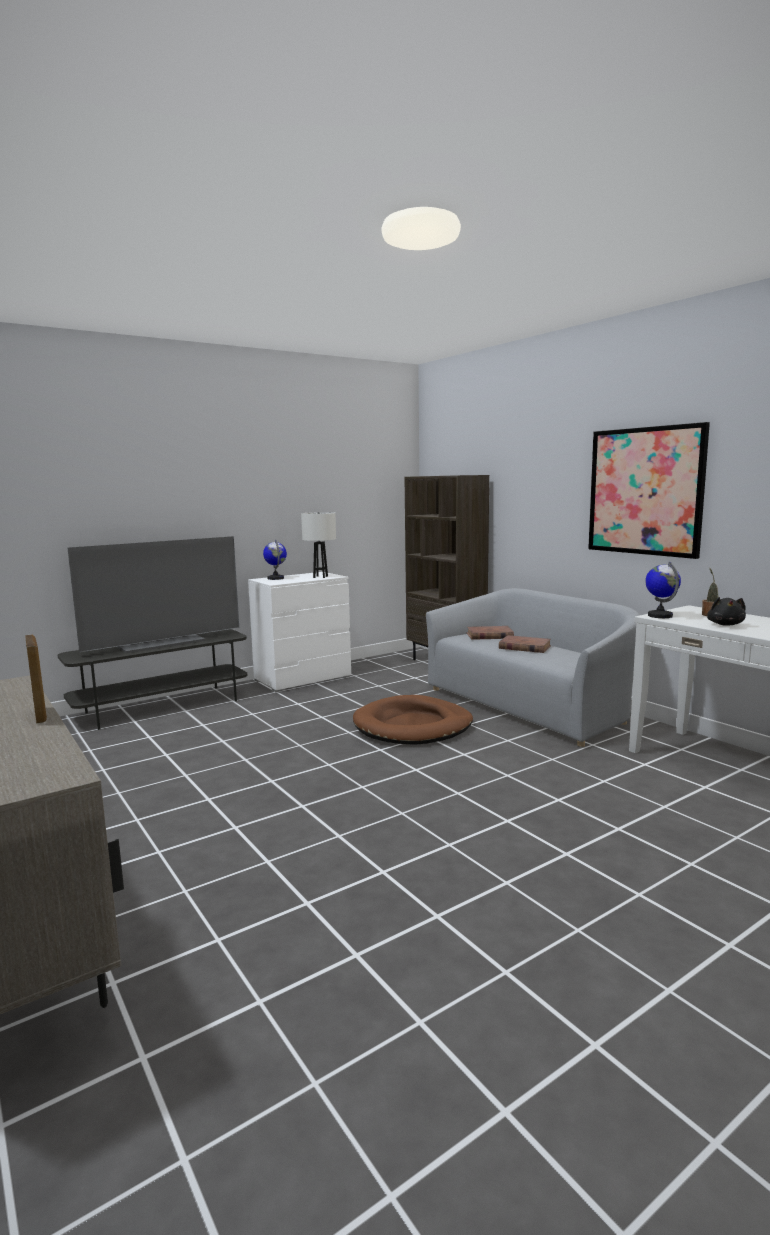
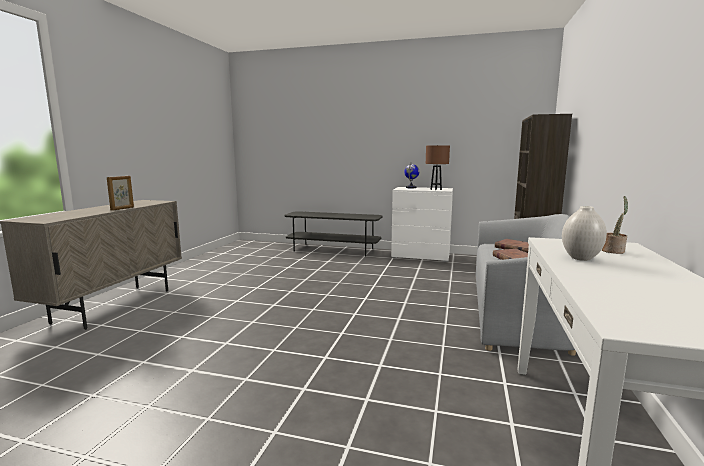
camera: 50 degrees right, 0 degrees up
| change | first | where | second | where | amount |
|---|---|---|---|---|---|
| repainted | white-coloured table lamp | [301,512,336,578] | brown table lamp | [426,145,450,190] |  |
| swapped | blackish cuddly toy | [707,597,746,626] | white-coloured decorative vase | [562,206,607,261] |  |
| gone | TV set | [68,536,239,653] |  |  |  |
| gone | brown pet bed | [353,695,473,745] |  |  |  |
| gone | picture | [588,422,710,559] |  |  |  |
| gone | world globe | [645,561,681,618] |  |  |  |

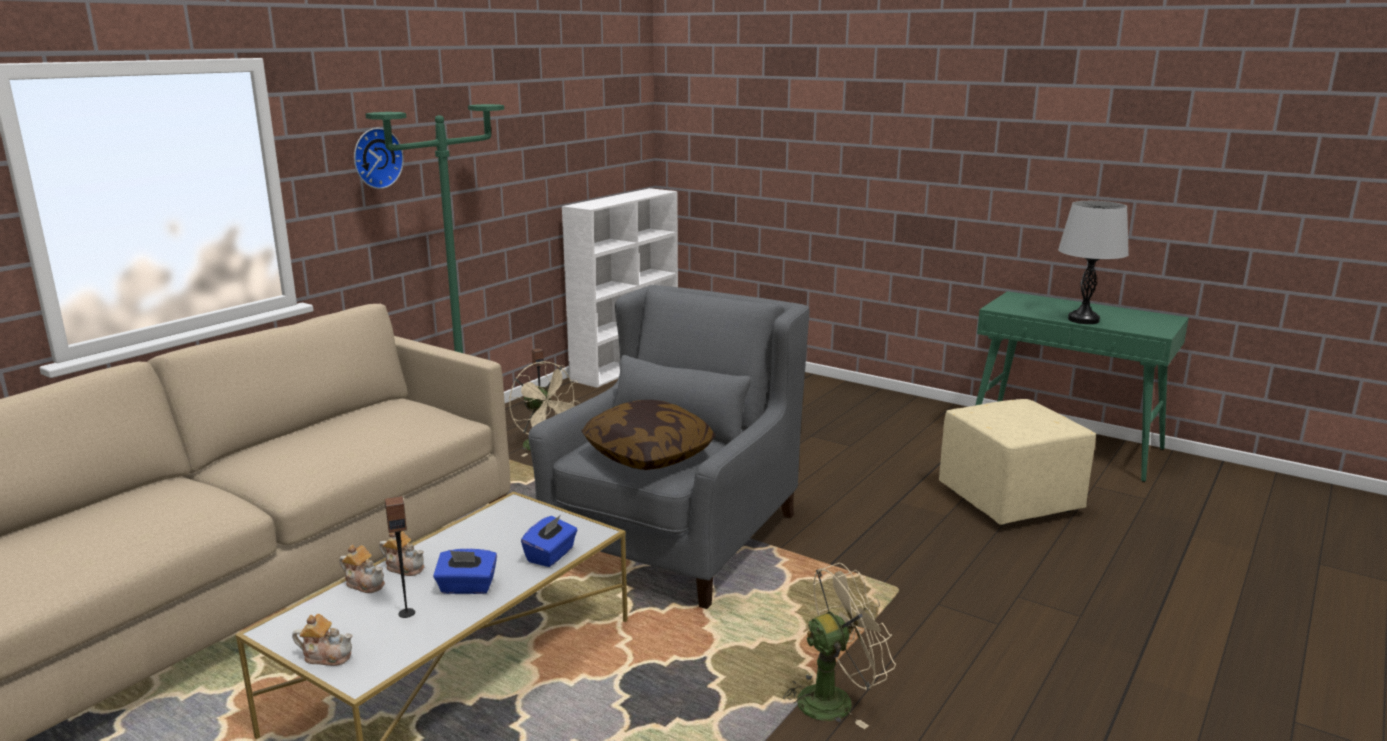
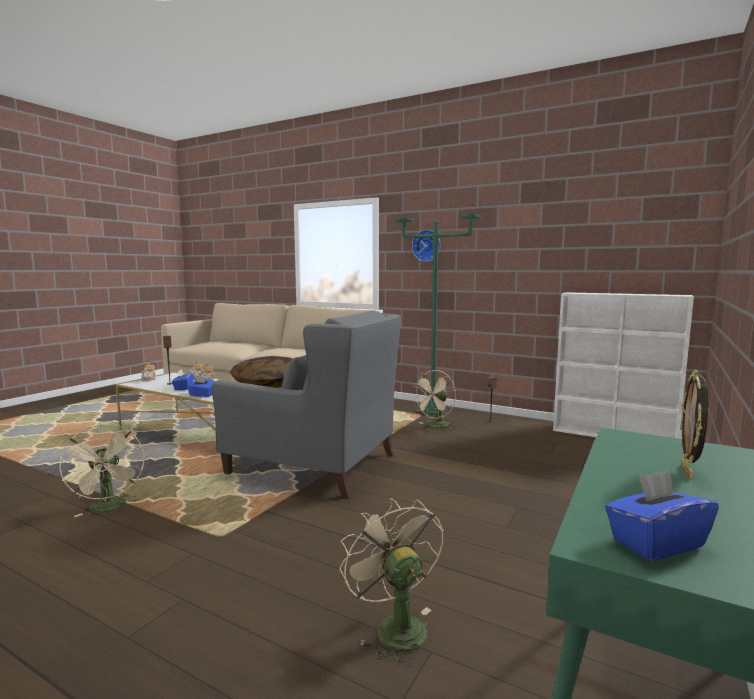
camera: 85 degrees right, 10 degrees down
| change | first | where | second | where | amount |
|---|---|---|---|---|---|
| swapped | beige-coloured pouffe | [939,399,1096,525] | beige-coloured electric fan | [340,498,443,667] |  |
| new |  |  | bluish tissue holder | [605,471,719,561] |  |
| new |  |  | picture frame | [681,370,708,480] |  |
| gone | gray table lamp | [1058,201,1129,324] |  |  |  |

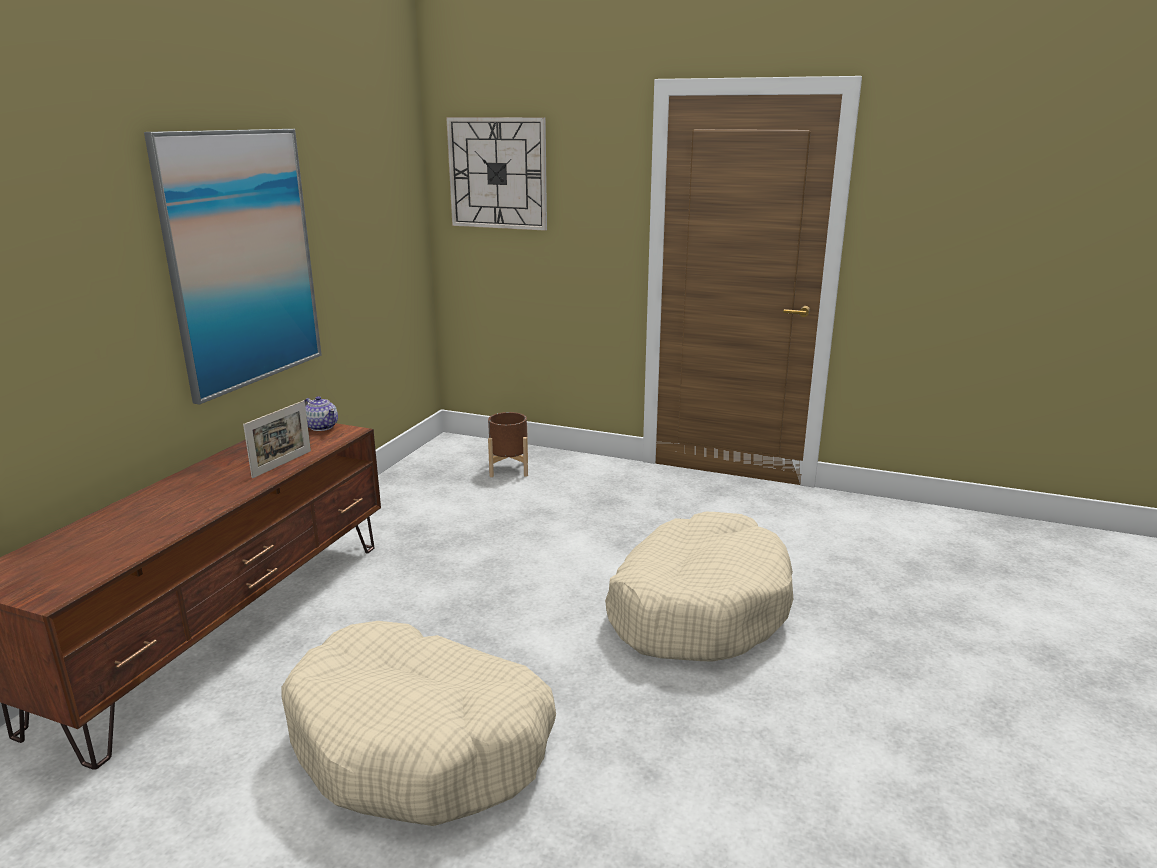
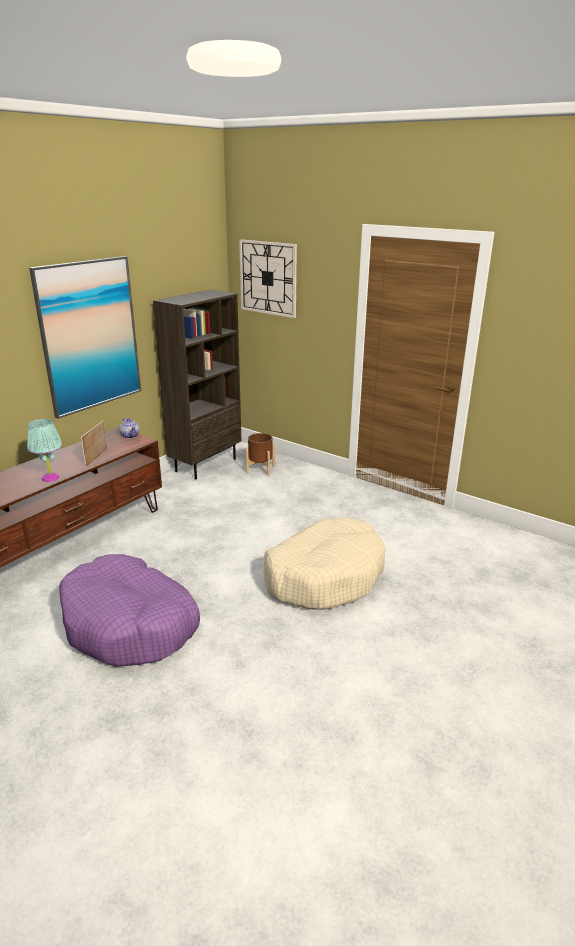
camera: 15 degrees right, 5 degrees up
| change | first | where | second | where | amount |
|---|---|---|---|---|---|
| new |  |  | blue-green table lamp | [27,419,62,482] |  |
| repainted | beige-coloured pet bed | [281,621,556,826] | purplish pet bed | [59,554,200,667] |  |
| rotated | picture frame | [243,400,311,478] |  | [81,420,108,467] | 150 degrees clockwise |
| new |  |  | brown bookcase | [153,289,241,480] |  |

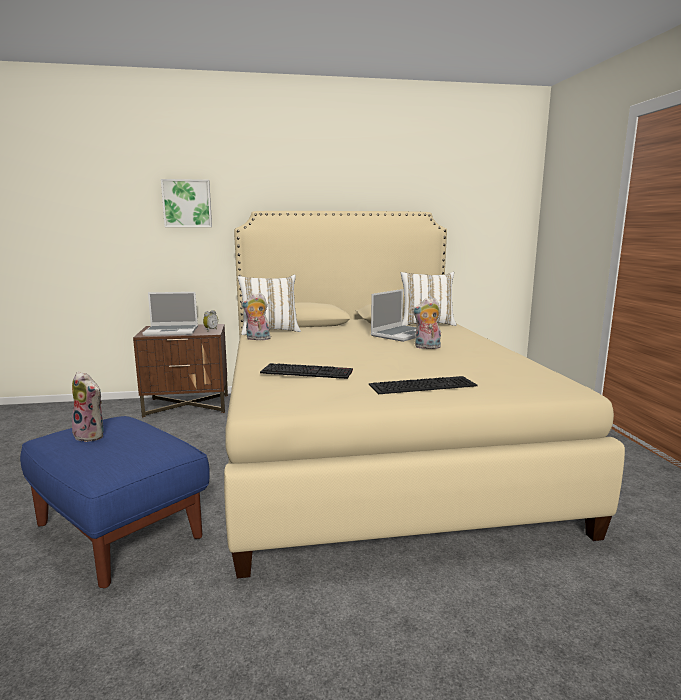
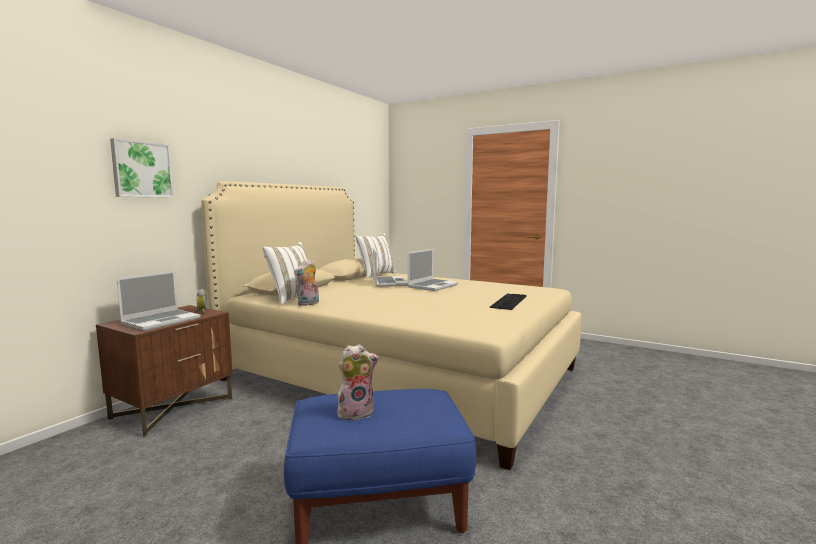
camera: 50 degrees left, 5 degrees down
| change | first | where | second | where | amount |
|---|---|---|---|---|---|
| swapped | cuddly toy | [412,298,441,350] | notebook computer | [407,249,459,291] |  |
| gone | keyboard | [260,363,353,379] |  |  |  |

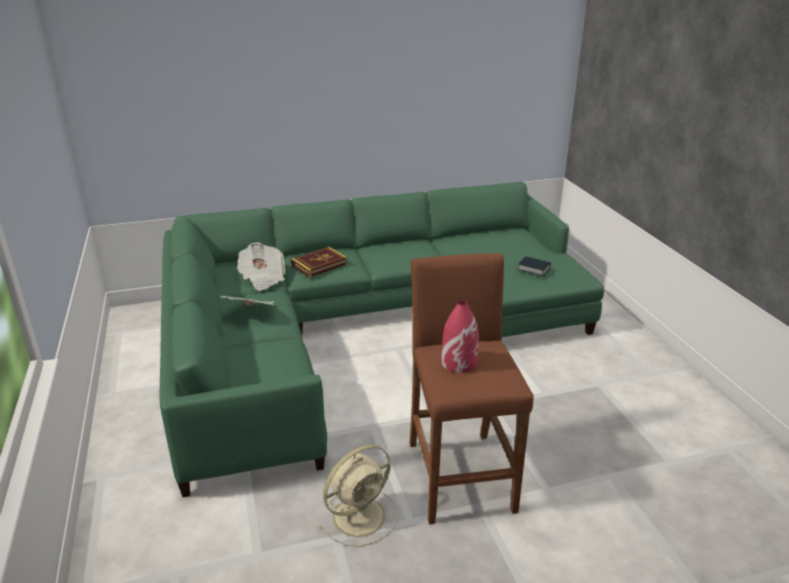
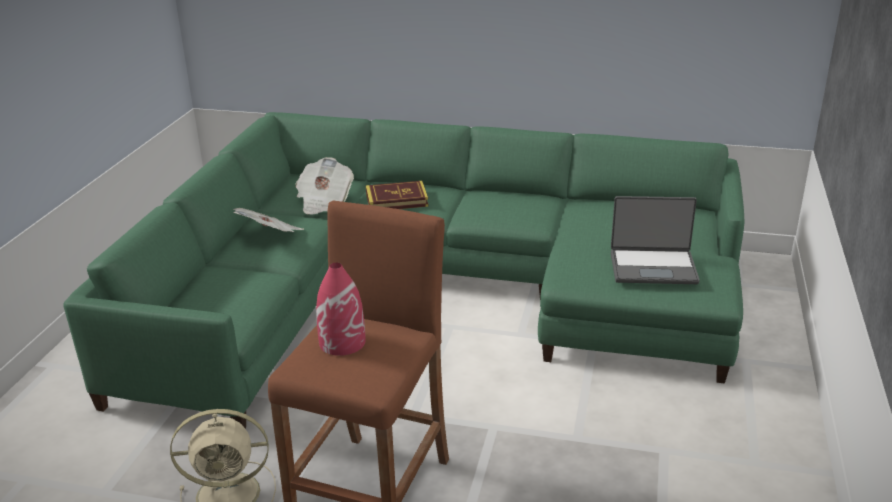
camera: 30 degrees right, 0 degrees up
| change | first | where | second | where | amount |
|---|---|---|---|---|---|
| swapped | bound book | [518,256,551,276] | notebook computer | [611,196,700,284] |  |

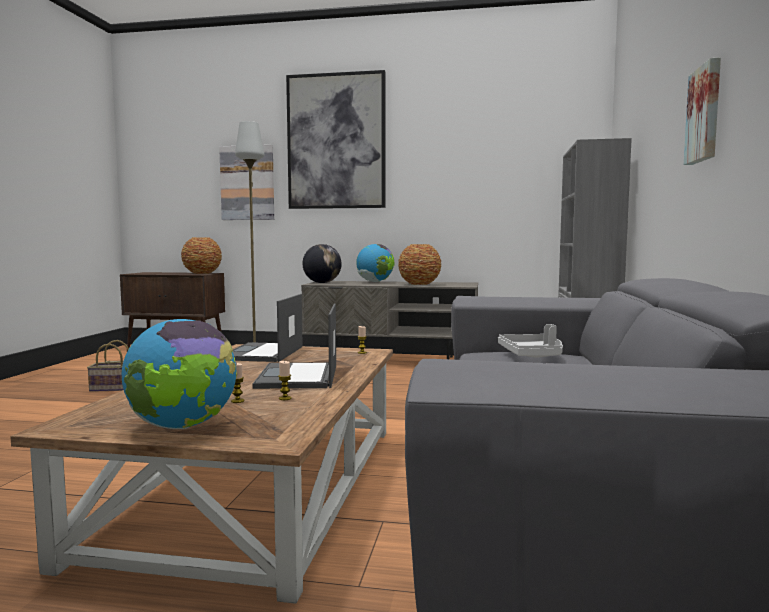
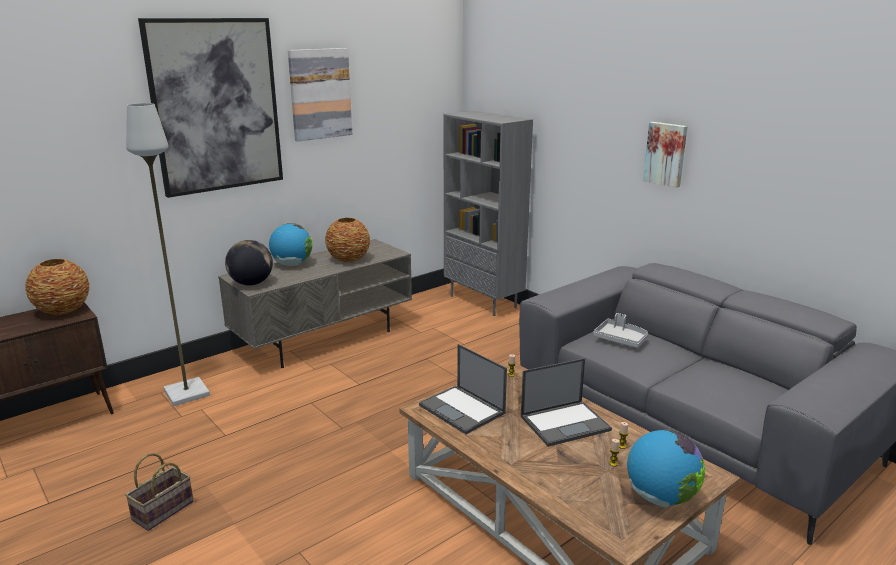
camera: 50 degrees left, 15 degrees up
| change | first | where | second | where | amount |
|---|---|---|---|---|---|
| shifted | picture | [219,145,274,220] |  | [288,48,352,142] |  |
| rotated | notebook computer | [252,304,336,389] |  | [521,358,612,447] | 60 degrees counterclockwise |

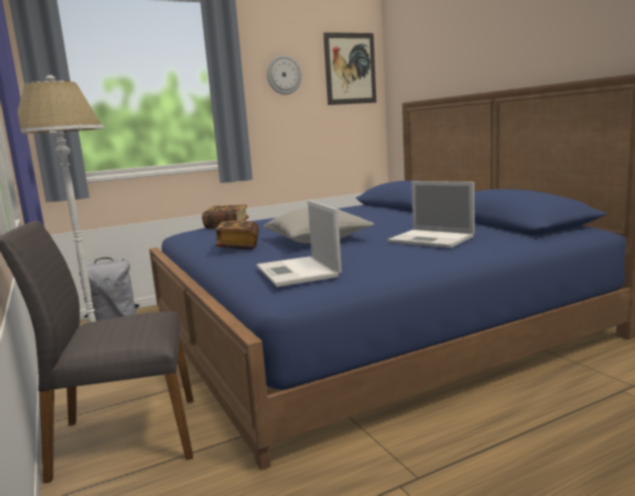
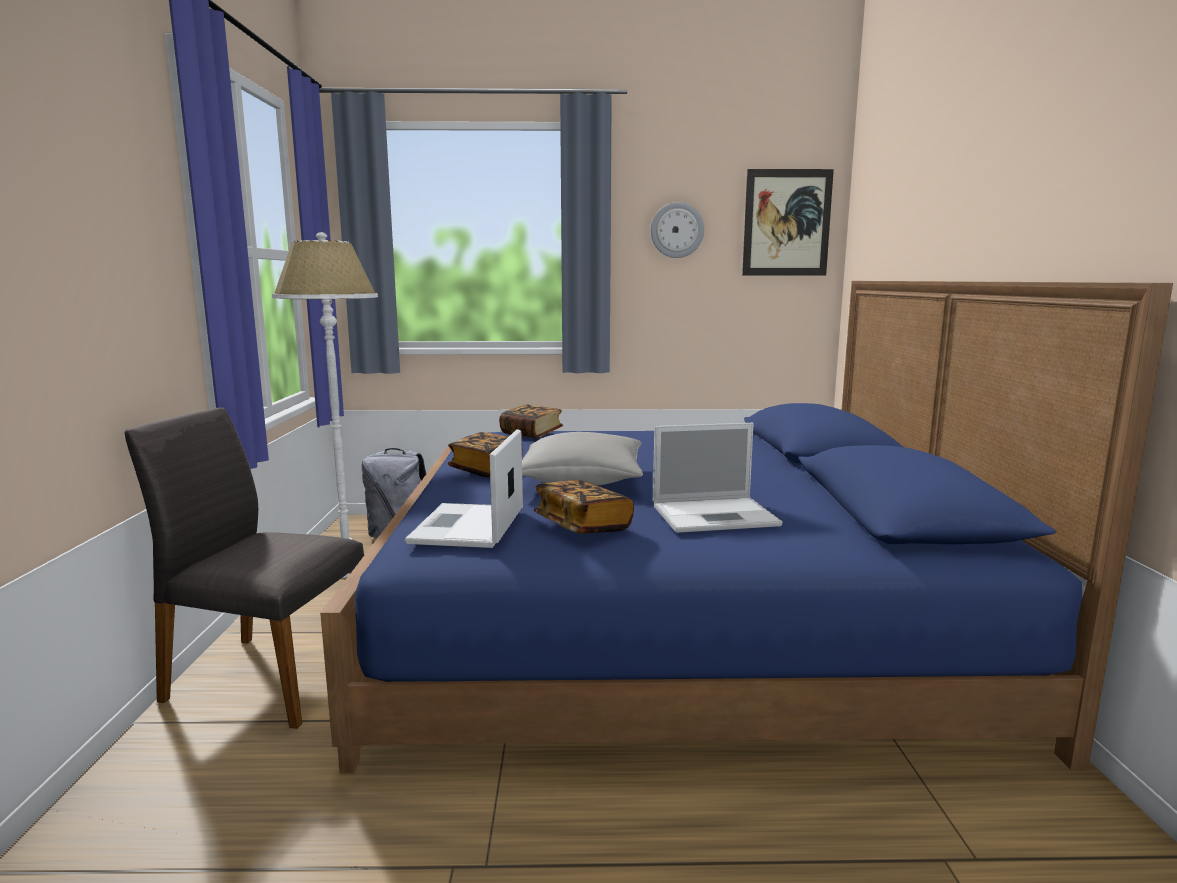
camera: 25 degrees right, 0 degrees up
| change | first | where | second | where | amount |
|---|---|---|---|---|---|
| new |  |  | bound book | [534,480,634,534] |  |
| rotated | notebook computer | [388,181,474,248] |  | [653,423,782,533] | 75 degrees counterclockwise |

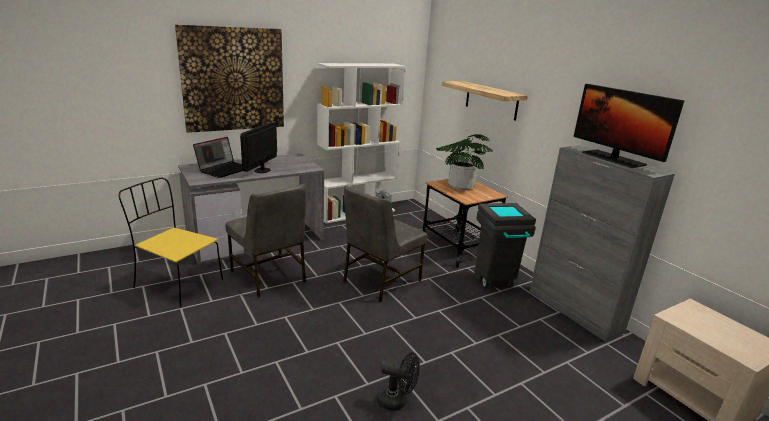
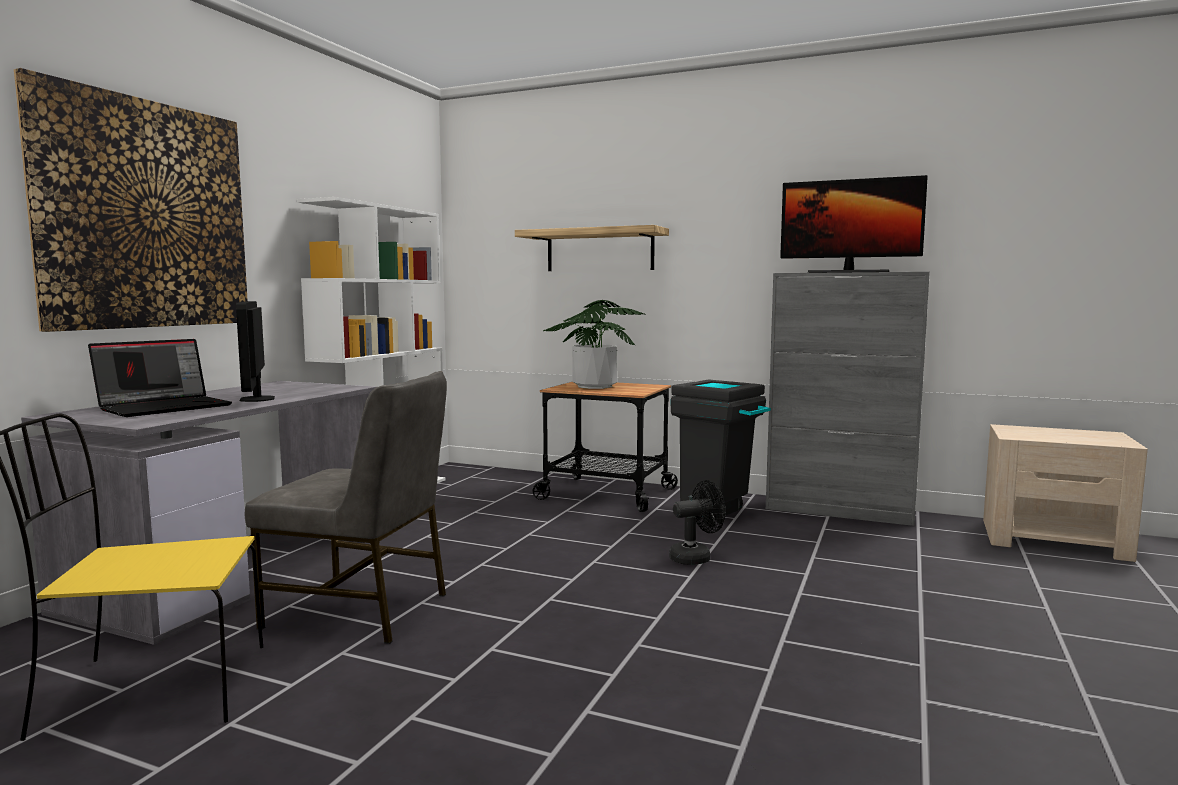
camera: 35 degrees left, 15 degrees down
| change | first | where | second | where | amount |
|---|---|---|---|---|---|
| rotated | notebook computer | [193,137,243,178] |  | [88,339,232,417] | 45 degrees clockwise |
| shifted | blackish electric fan | [377,352,420,411] |  | [669,480,726,565] |  |
| gone | gray upright chair | [343,185,427,302] |  |  |  |

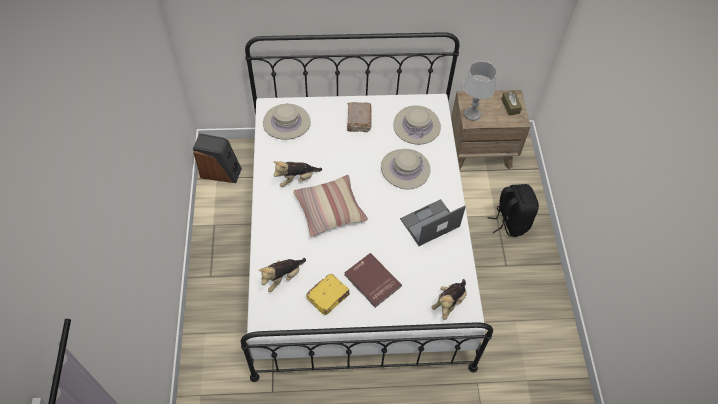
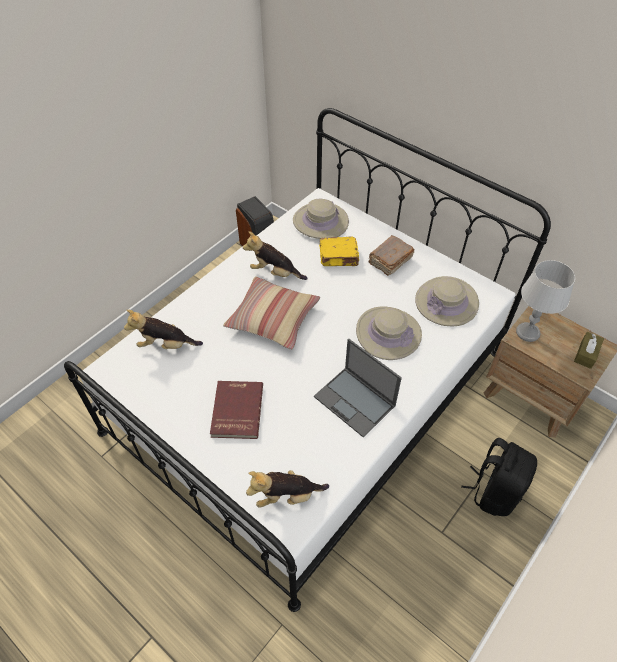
camera: 45 degrees right, 5 degrees down
| change | first | where | second | where | amount |
|---|---|---|---|---|---|
| rotated | notebook computer | [400,199,466,246] |  | [314,339,402,438] | 150 degrees counterclockwise |
| shifted | yellowish bound book | [306,274,350,315] |  | [319,236,359,266] |  |

